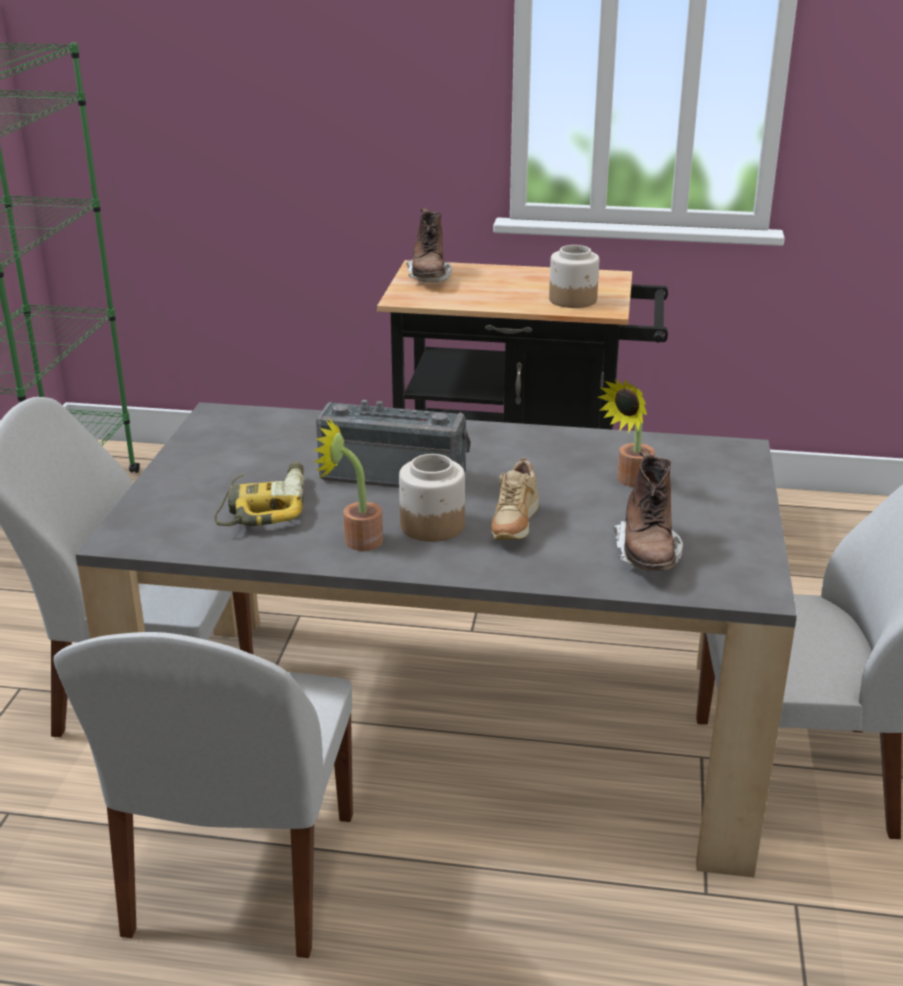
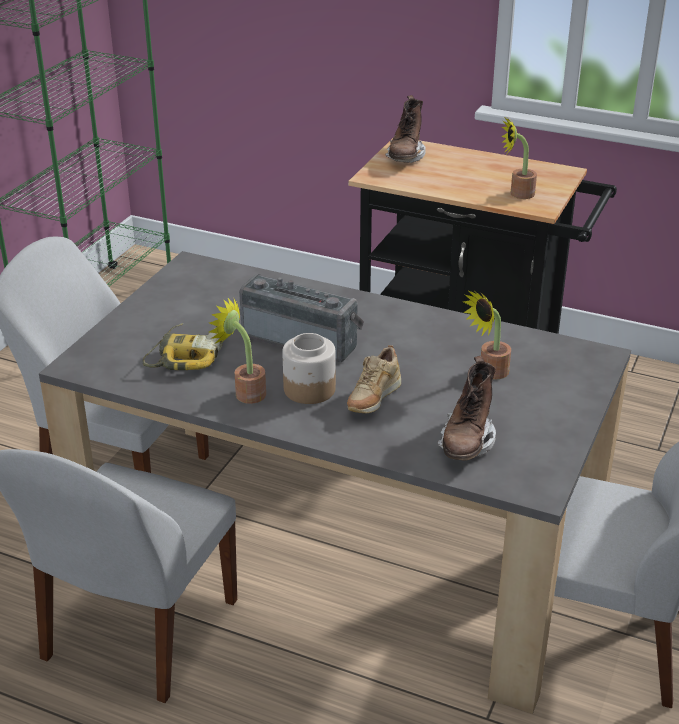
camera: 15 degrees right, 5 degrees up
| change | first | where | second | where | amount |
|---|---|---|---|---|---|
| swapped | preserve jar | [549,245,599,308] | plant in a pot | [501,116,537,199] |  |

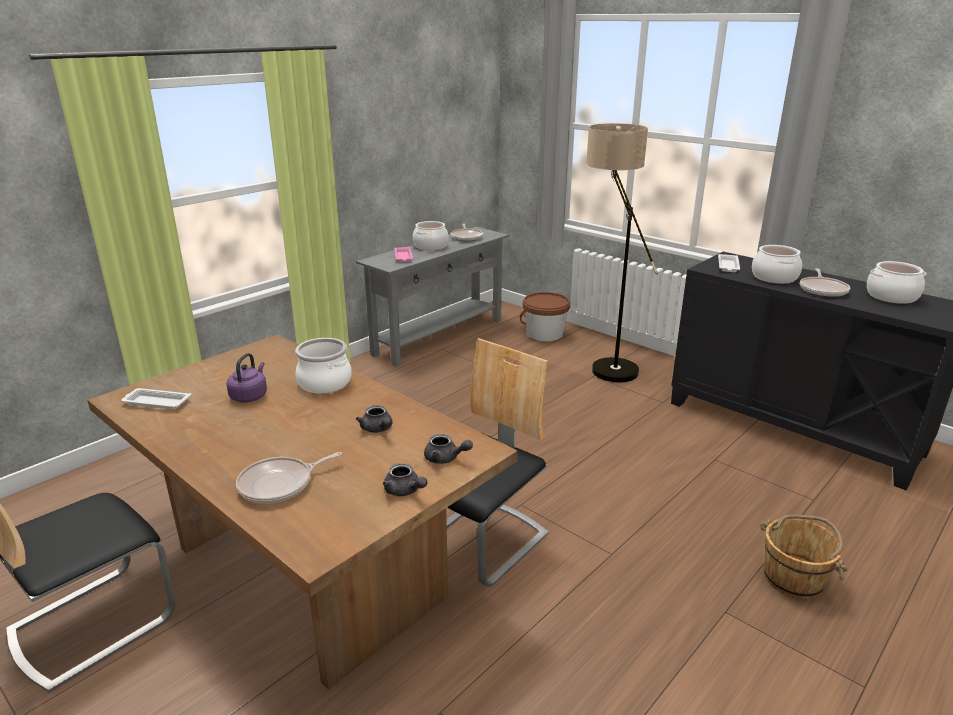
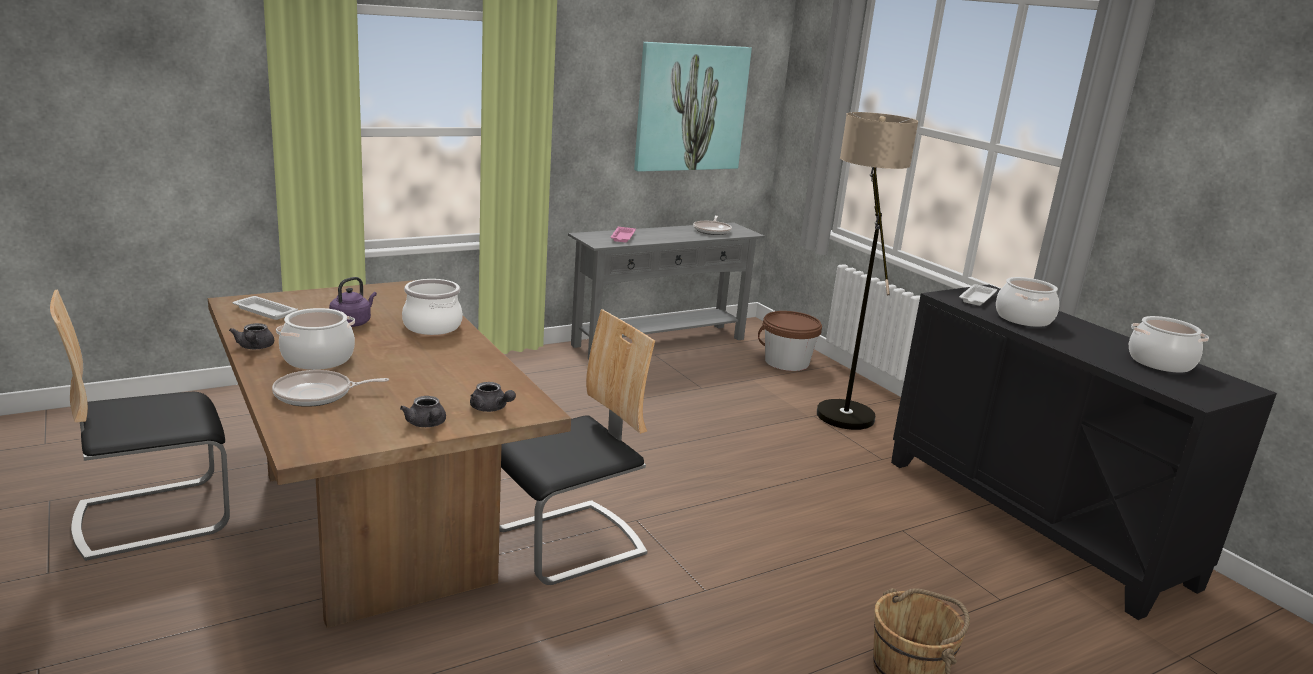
camera: 15 degrees right, 5 degrees down
| change | first | where | second | where | amount |
|---|---|---|---|---|---|
| shifted | gray tea pot | [356,405,393,433] |  | [229,323,274,349] |  |
| shifted | cooking pot | [413,221,449,250] |  | [276,308,355,370] |  |
| new |  |  | picture | [634,42,752,172] |  |
| gone | skillet | [800,268,850,297] |  |  |  |

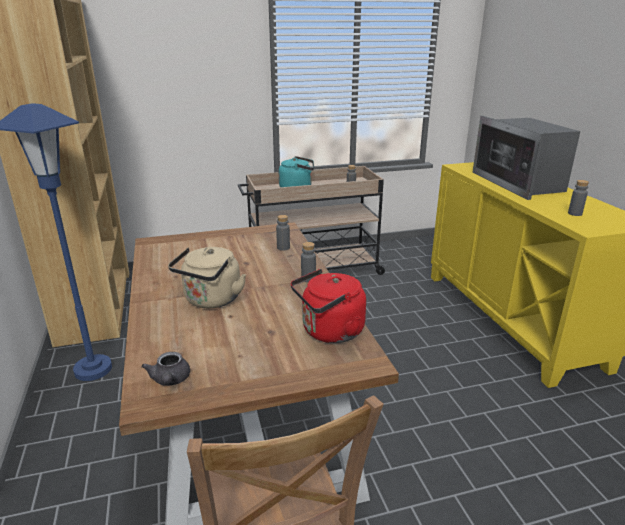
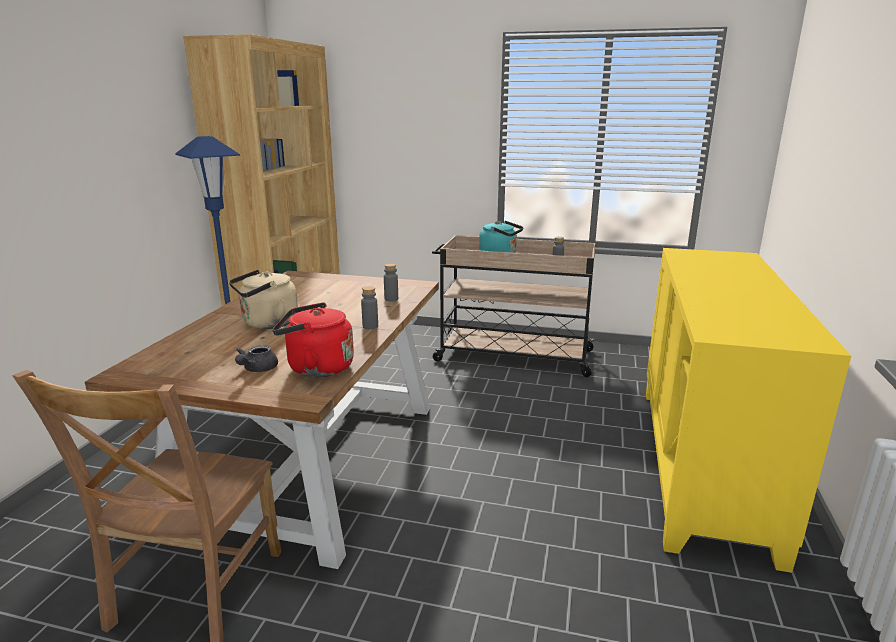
camera: 30 degrees right, 5 degrees down
| change | first | where | second | where | amount |
|---|---|---|---|---|---|
| shifted | gray tea pot | [141,352,190,386] |  | [235,345,278,372] |  |
| gone | microwave | [473,116,580,200] |  |  |  |
| gone | gray drink bottle | [568,180,589,216] |  |  |  |

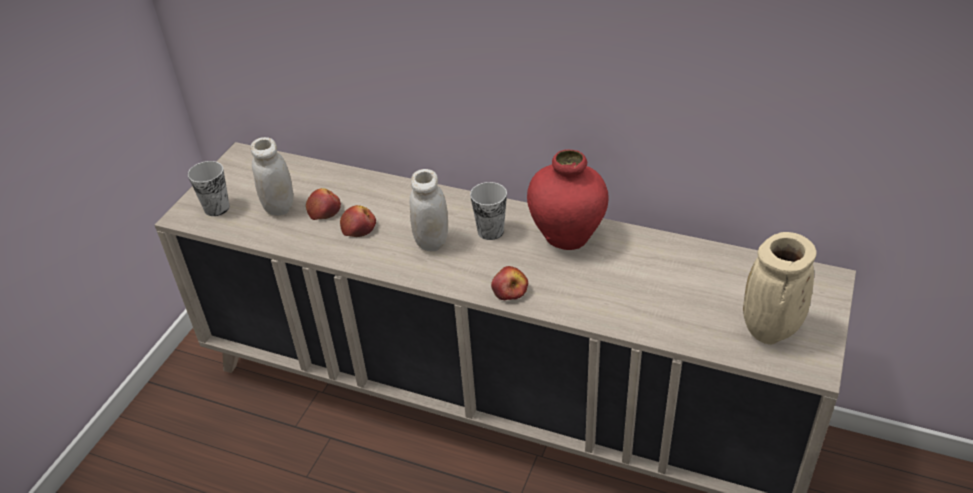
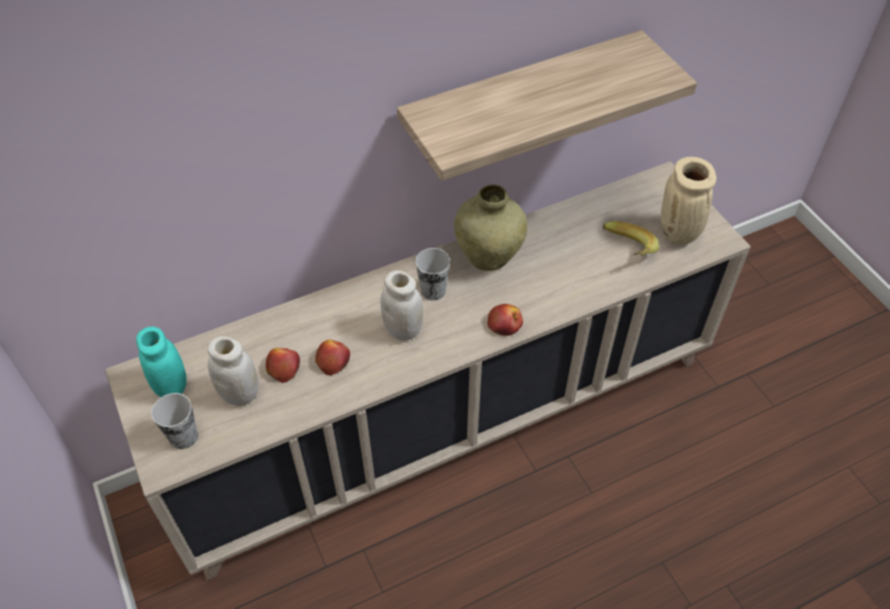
camera: 50 degrees left, 10 degrees up
| change | first | where | second | where | amount |
|---|---|---|---|---|---|
| new |  |  | blue-green preserve jar | [136,327,186,397] |  |
| new |  |  | wall shelf | [397,30,697,181] |  |
| repainted | red-coloured decorative vase | [527,150,608,250] | beige-coloured decorative vase | [454,184,527,271] |  |
| new |  |  | whole banana | [603,221,659,256] |  |

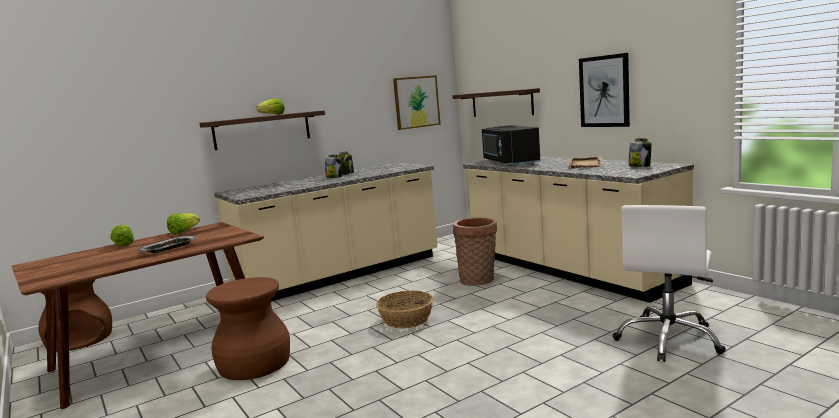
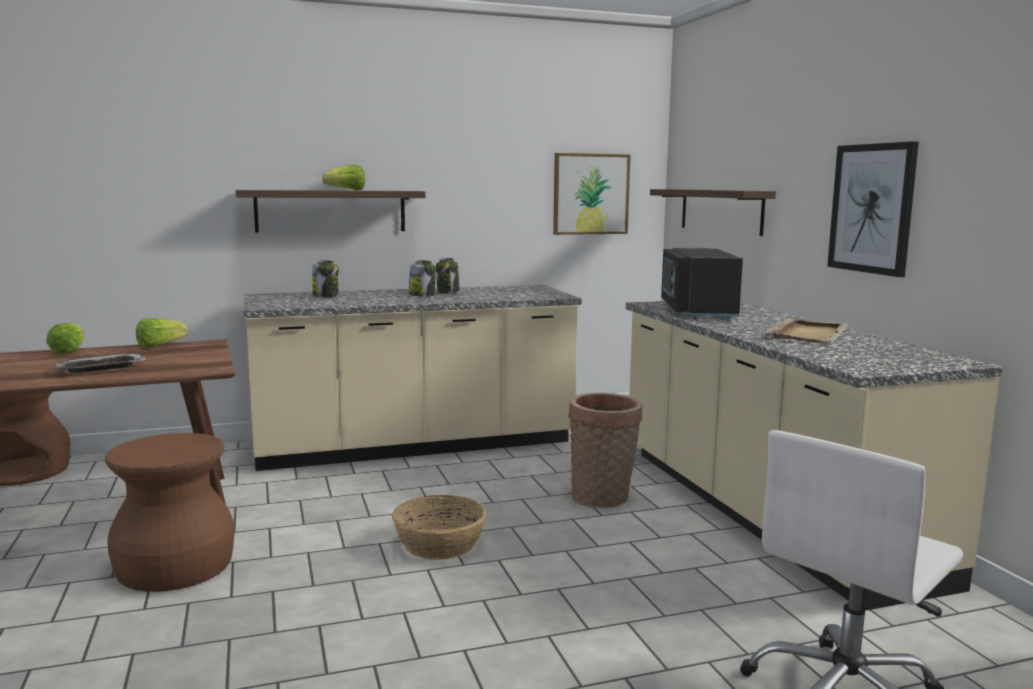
camera: 15 degrees right, 0 degrees up
| change | first | where | second | where | amount |
|---|---|---|---|---|---|
| shifted | preserve jar | [628,138,652,167] |  | [312,260,339,297] |  |

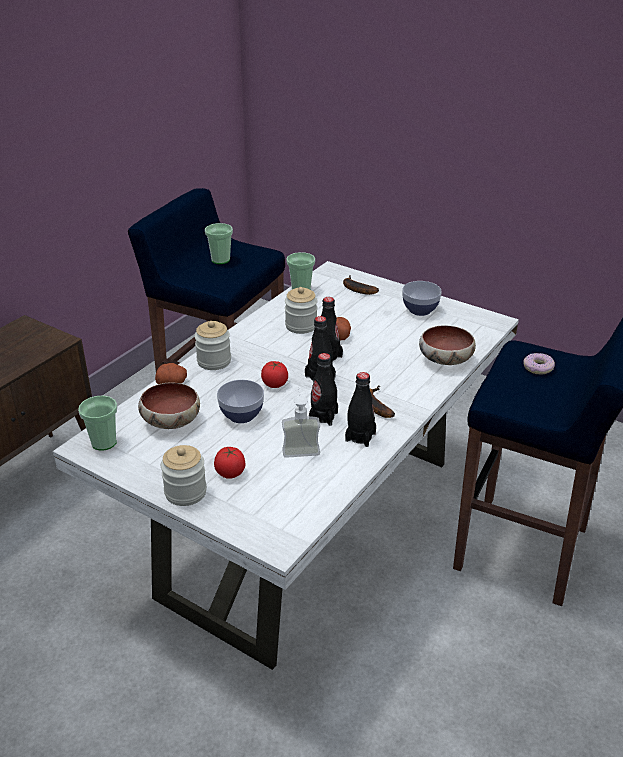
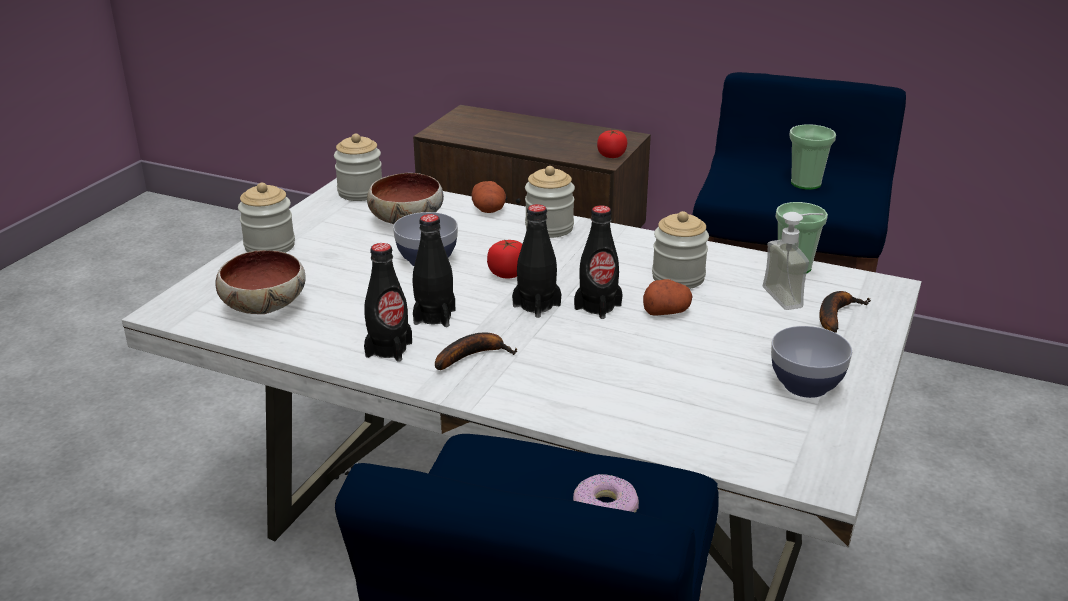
camera: 80 degrees right, 5 degrees down
| change | first | where | second | where | amount |
|---|---|---|---|---|---|
| shifted | serving bowl | [419,325,476,365] |  | [215,250,306,314] |  |
| swapped | cup | [78,396,117,451] | preserve jar | [334,134,382,201] |  |
| shifted | whole tomato | [214,447,246,479] |  | [597,130,627,158] |  |
| shifted | soap bottle | [282,387,320,458] |  | [763,212,823,310] |  |

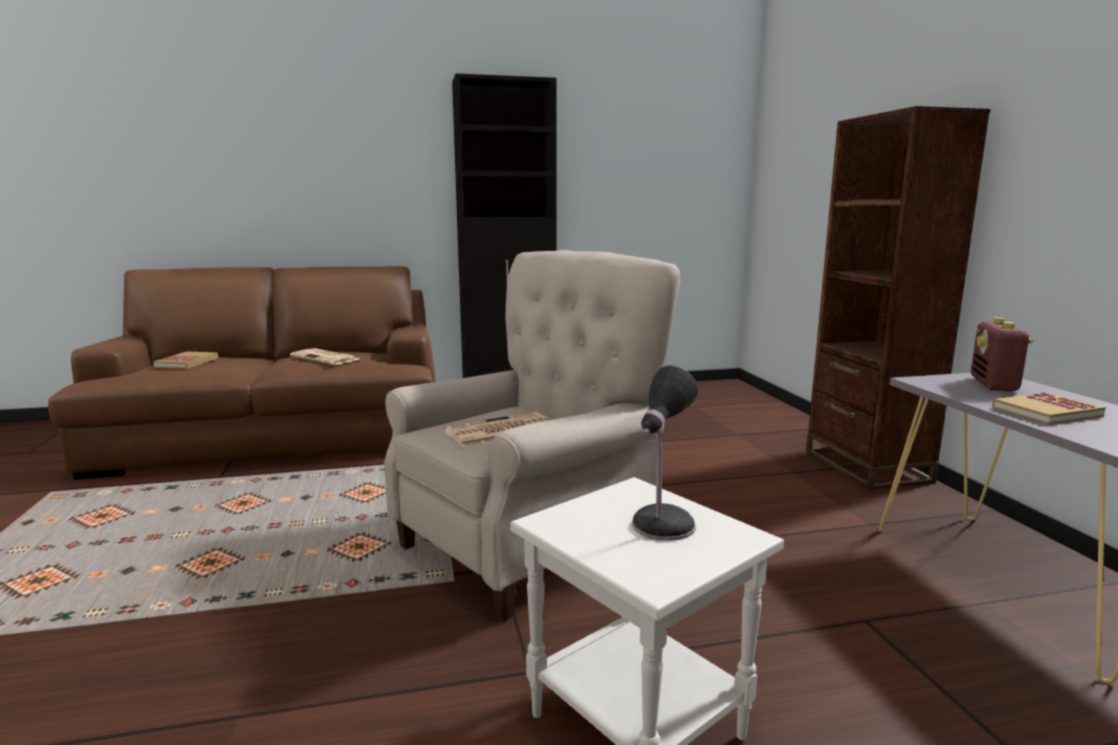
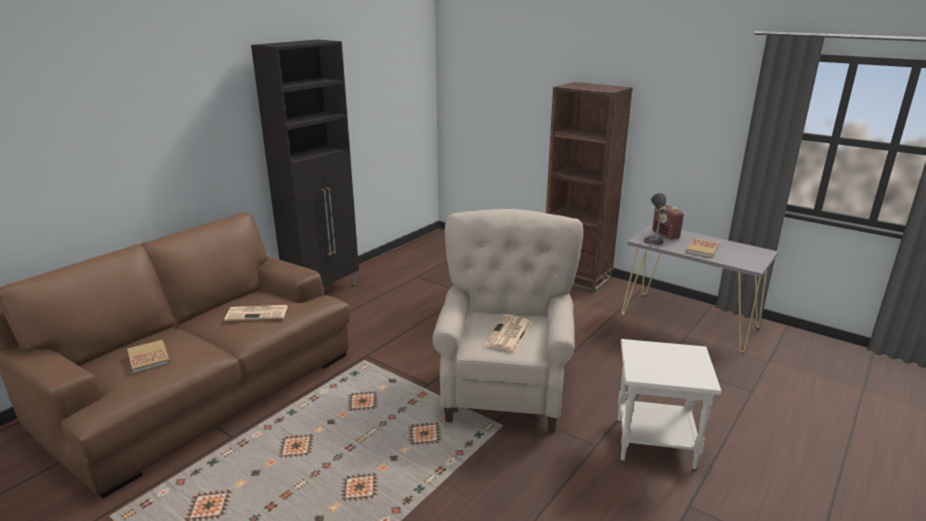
camera: 40 degrees left, 10 degrees up
| change | first | where | second | where | amount |
|---|---|---|---|---|---|
| shifted | table lamp | [632,365,698,541] |  | [643,193,666,246] |  |

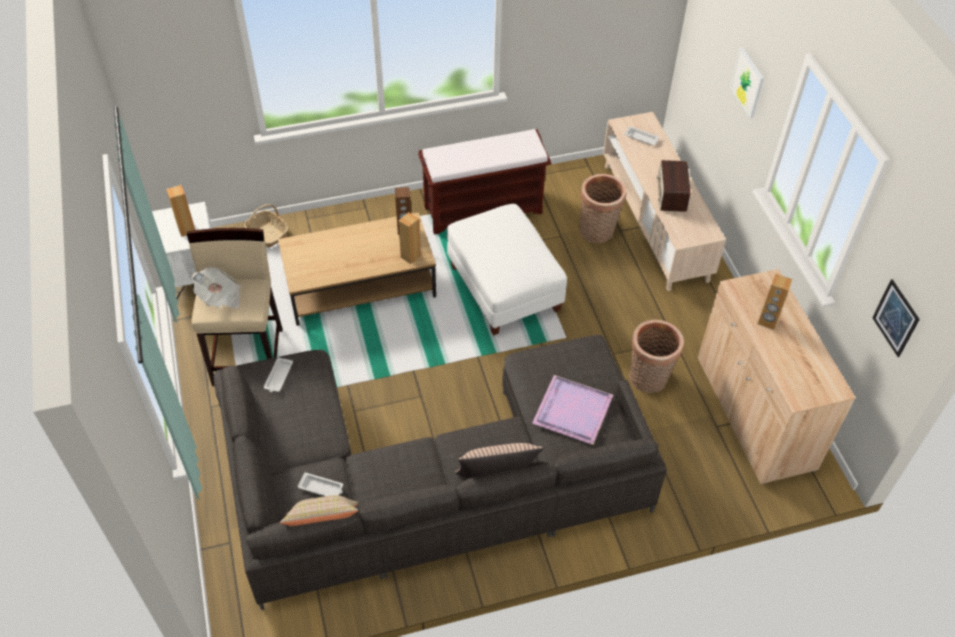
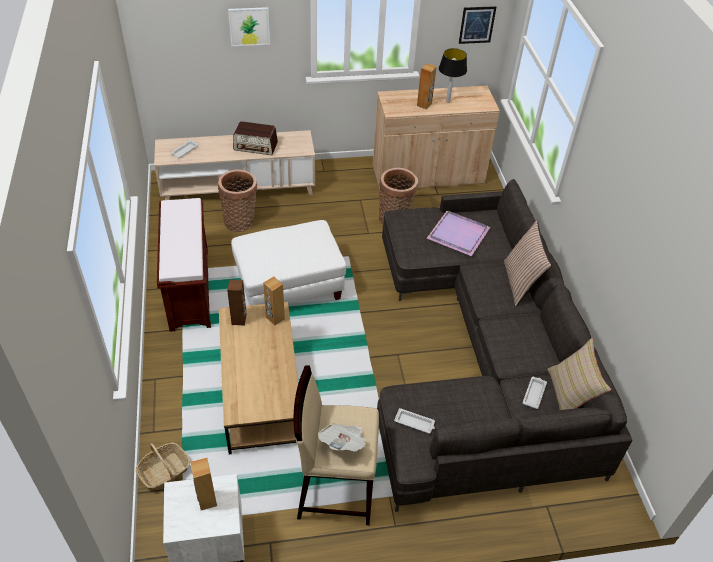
camera: 85 degrees left, 5 degrees down
| change | first | where | second | where | amount |
|---|---|---|---|---|---|
| new |  |  | table lamp | [439,48,467,103] |  |

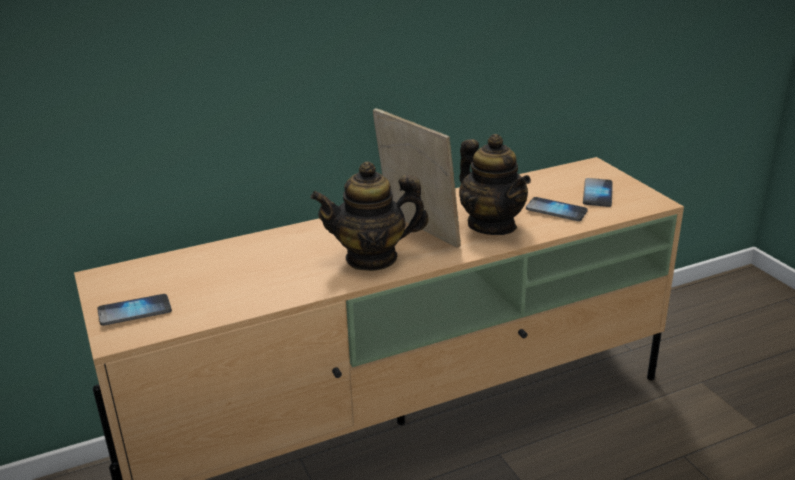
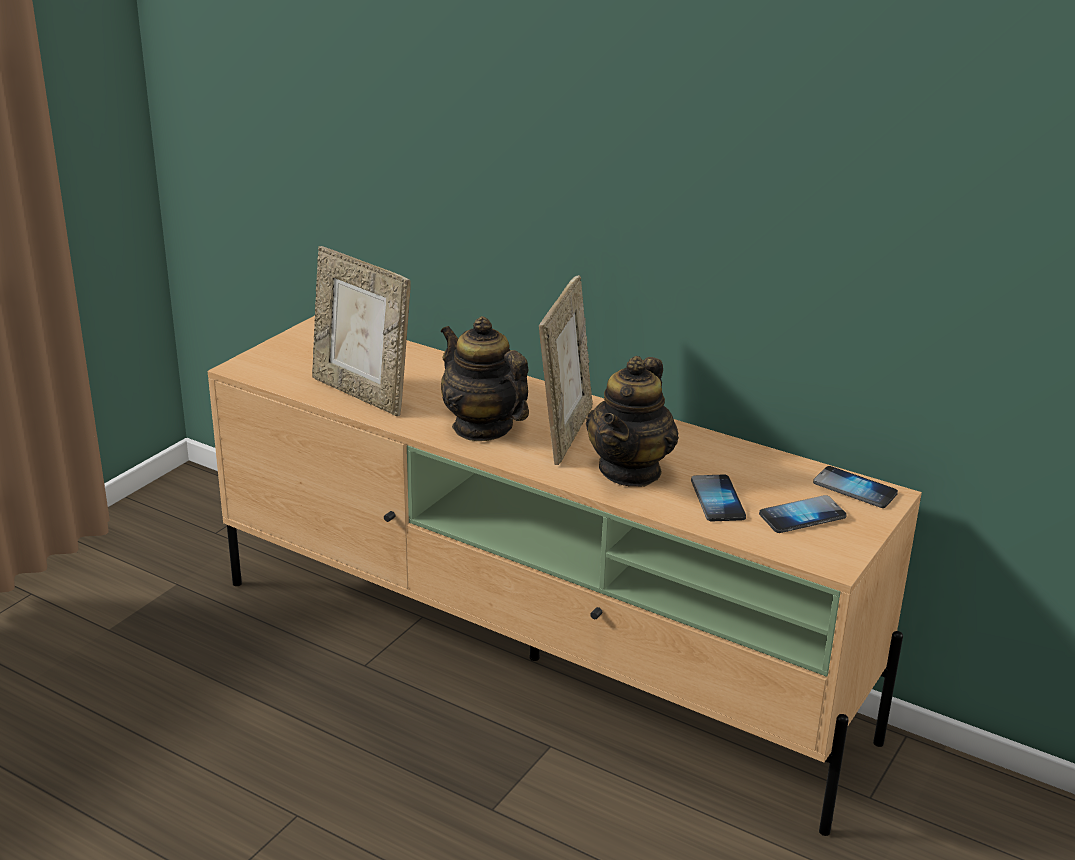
camera: 55 degrees right, 0 degrees up
| change | first | where | second | where | amount |
|---|---|---|---|---|---|
| new |  |  | picture frame | [312,246,411,416] |  |
| shifted | phone | [97,294,172,326] |  | [813,466,898,508] |  |

